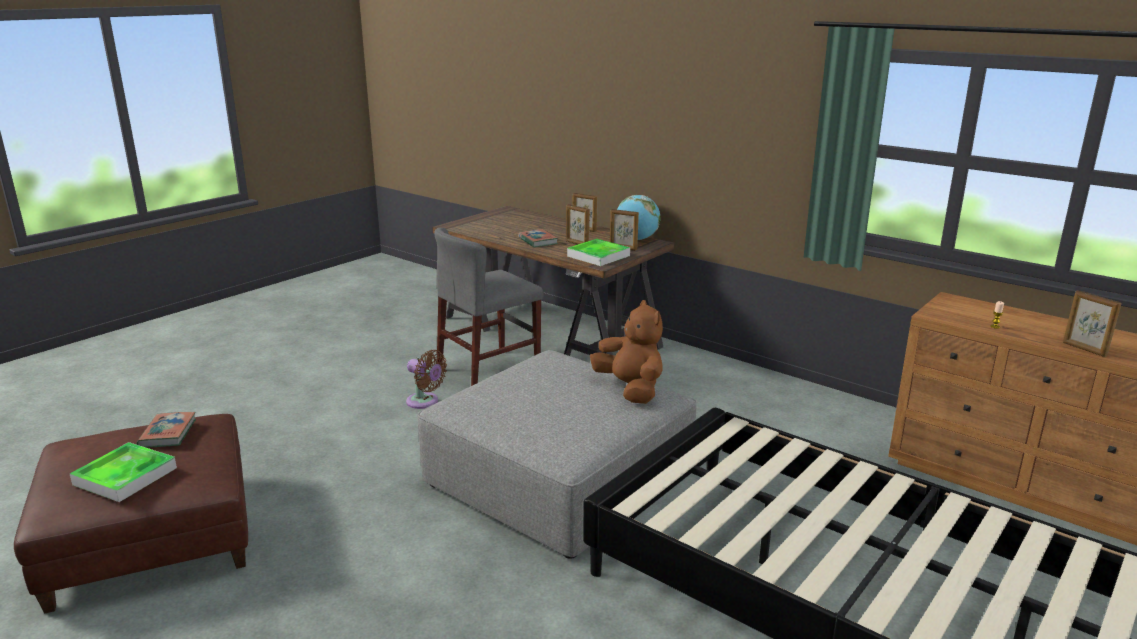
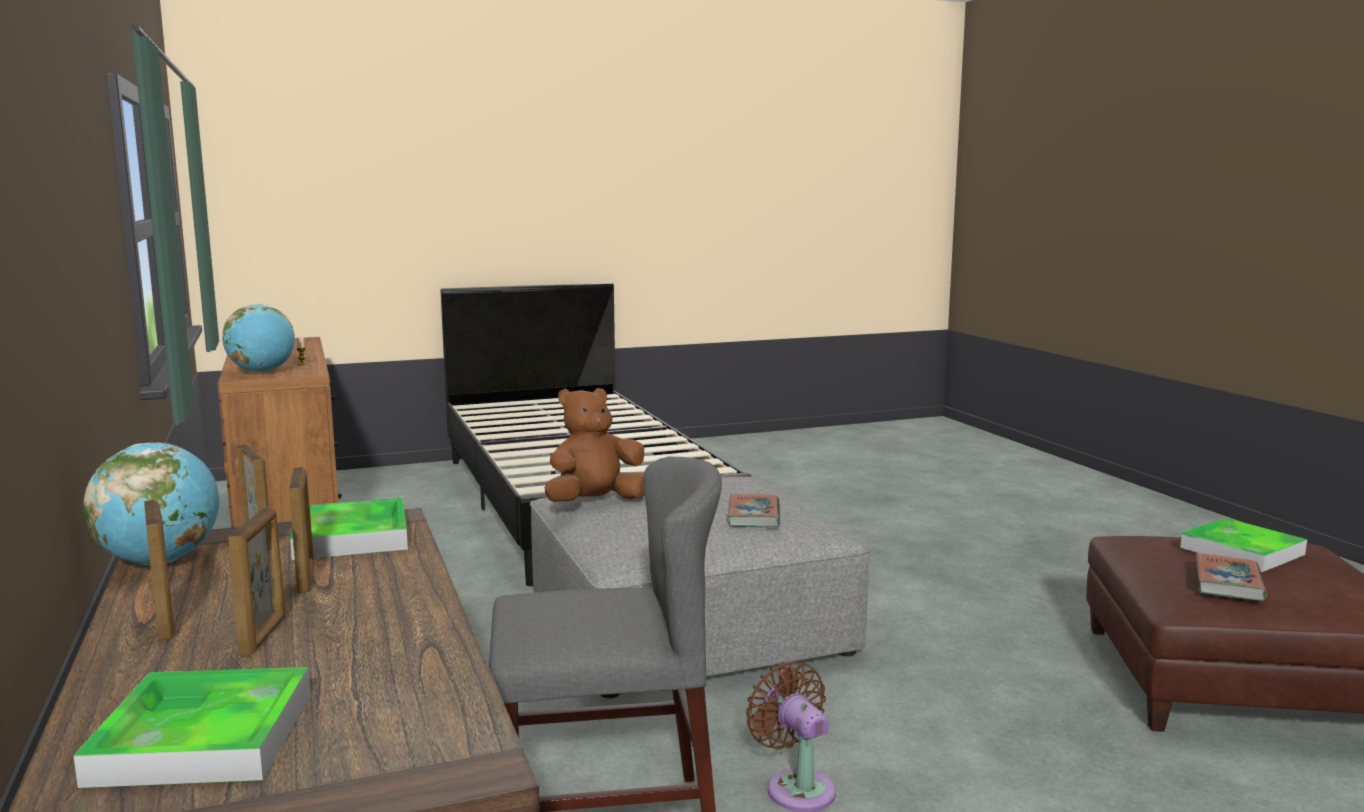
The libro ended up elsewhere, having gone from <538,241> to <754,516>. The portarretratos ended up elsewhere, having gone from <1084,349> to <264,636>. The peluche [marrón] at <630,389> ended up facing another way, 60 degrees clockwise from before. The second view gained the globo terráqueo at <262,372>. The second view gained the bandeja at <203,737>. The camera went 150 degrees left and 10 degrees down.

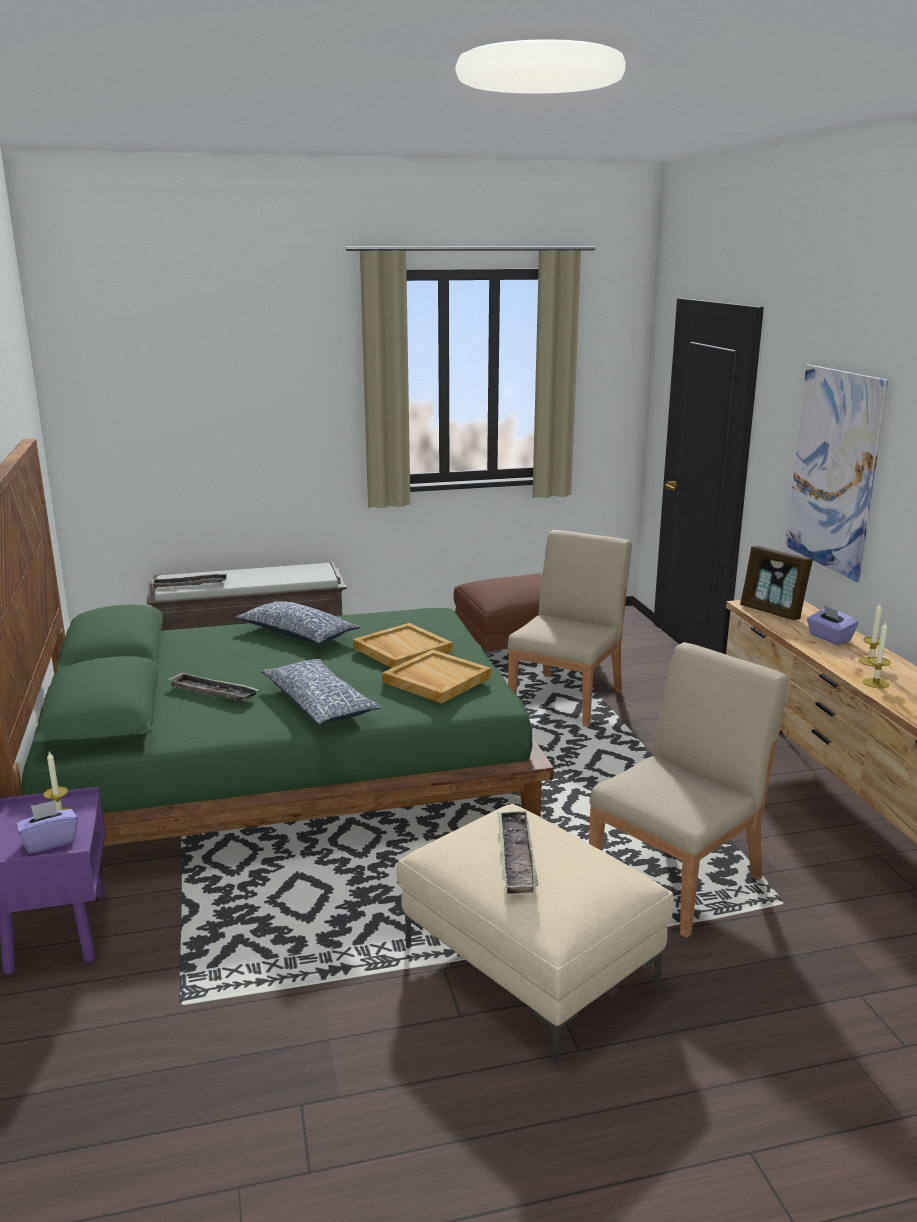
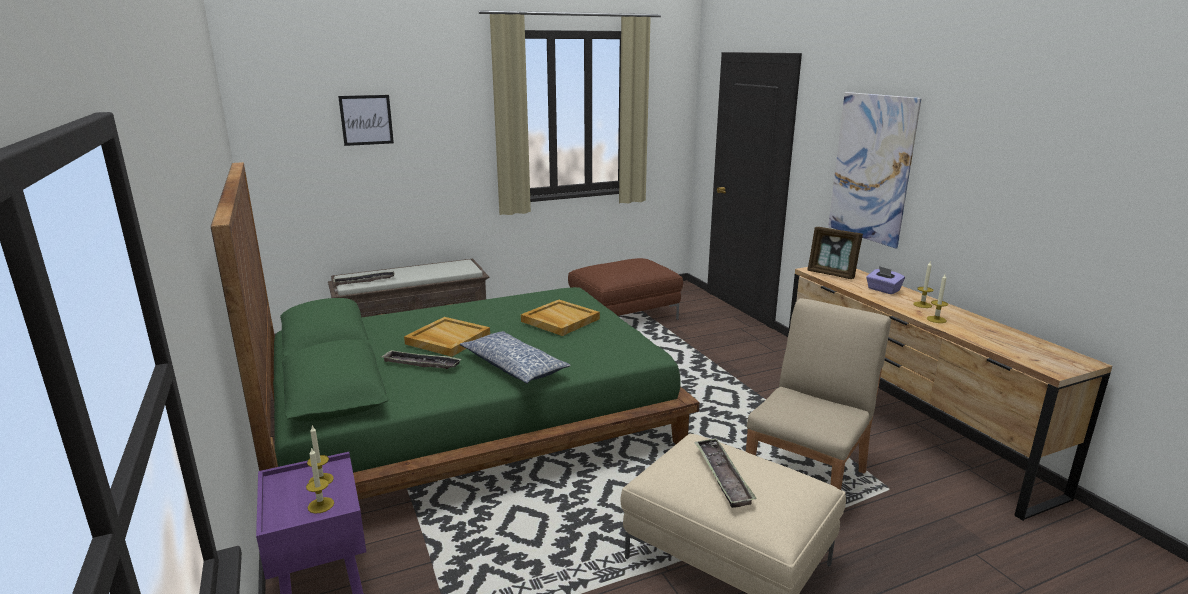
The second view lost the silla [beis] at <567,699>. The second view lost the cojín at <297,634>. The bandeja [beis] ended up elsewhere, having gone from <435,680> to <447,339>. Where the caja de pañuelos [morado] stood at <49,842>, the vela came to stand at <321,505>. The second view gained the cuadro at <366,120>. The camera went 10 degrees left and 0 degrees up.

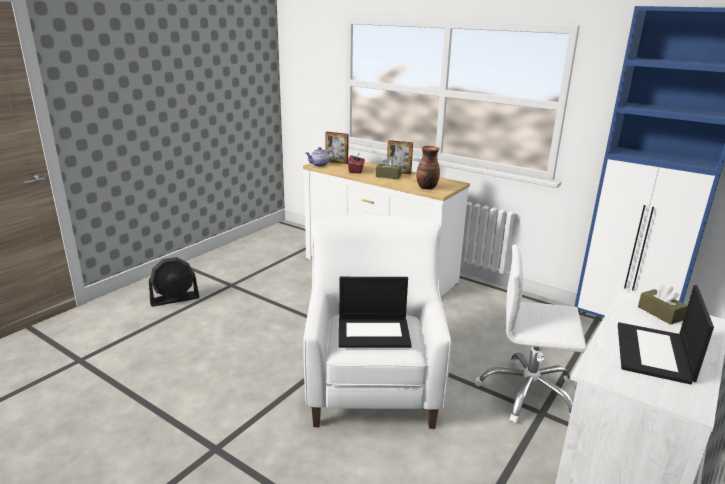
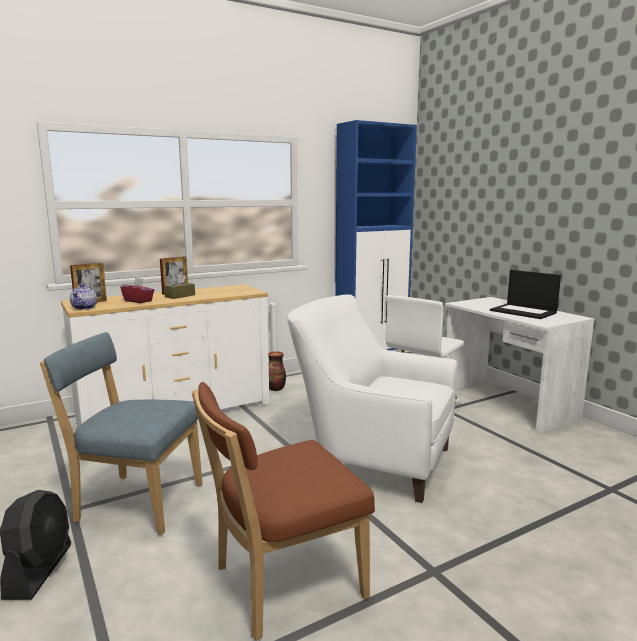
The florero ended up elsewhere, having gone from <426,187> to <275,389>. The second view lost the portátil at <374,332>. The second view lost the caja de pañuelos [marrón] at <660,313>. The second view gained the silla [azul] at <135,502>. The second view gained the silla [marrón] at <282,584>. The camera went 65 degrees left and 10 degrees down.

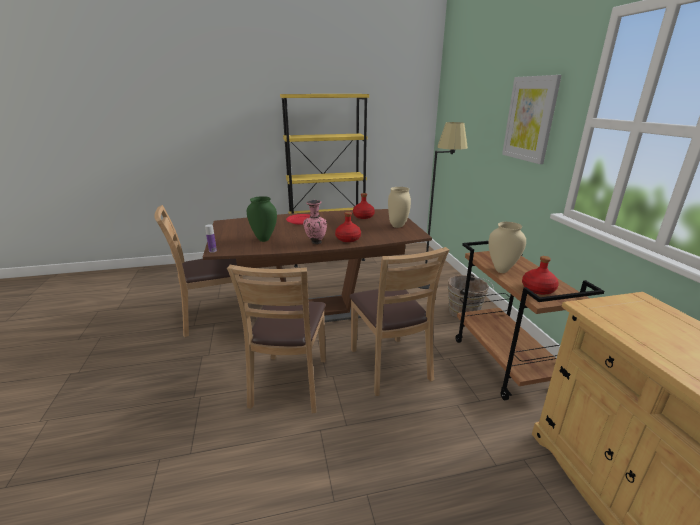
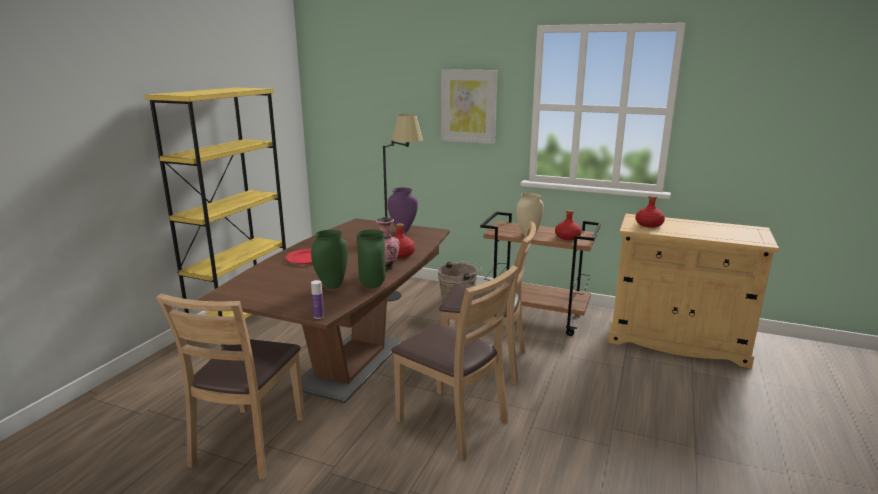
What was the florero [beis] at <398,226> turned into the florero [morado] at <403,230>. The botella [rojo] ended up elsewhere, having gone from <363,216> to <649,224>. The second view gained the florero [verde] at <373,285>. The camera went 55 degrees left and 5 degrees down.

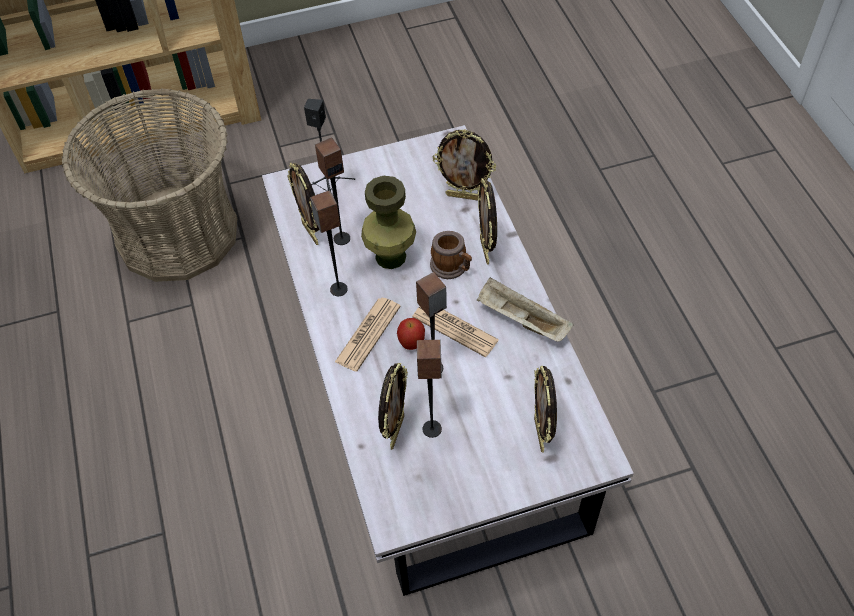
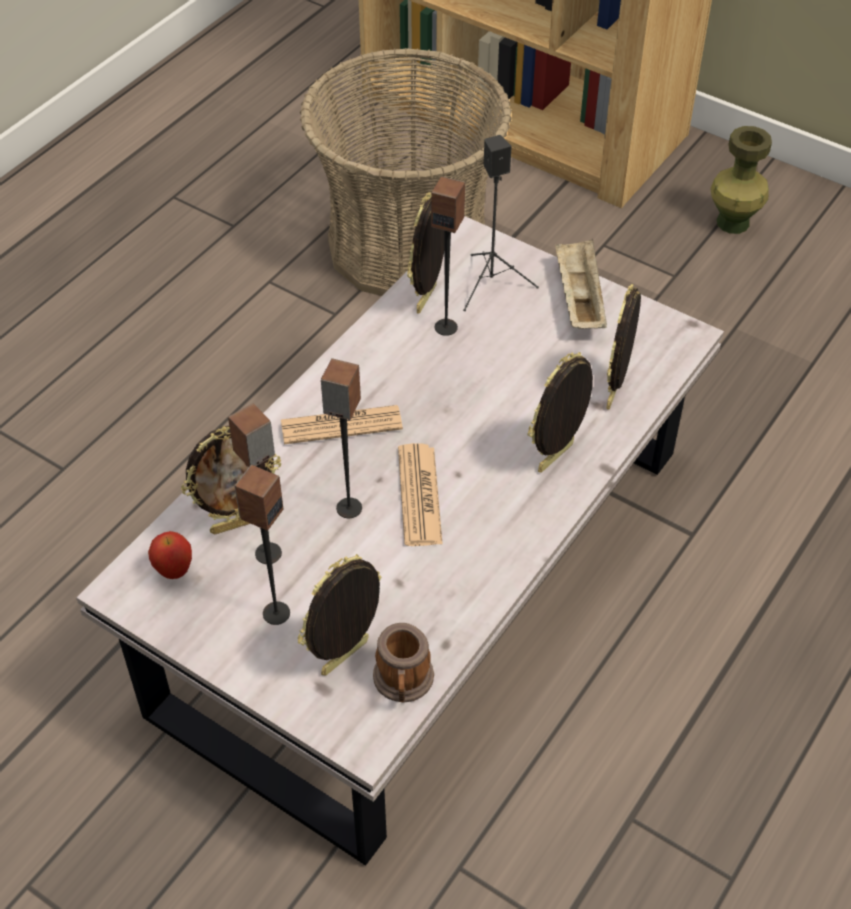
The portarretratos at <464,196> ended up facing another way, 45 degrees clockwise from before. The florero [verde] ended up elsewhere, having gone from <390,257> to <732,223>. The altavoz ended up elsewhere, having gone from <338,289> to <276,613>. The taza grande ended up elsewhere, having gone from <452,267> to <403,683>. The bandeja [beis] ended up elsewhere, having gone from <521,320> to <578,299>. The manzana ended up elsewhere, having gone from <411,344> to <174,571>. The camera went 50 degrees right and 5 degrees down.

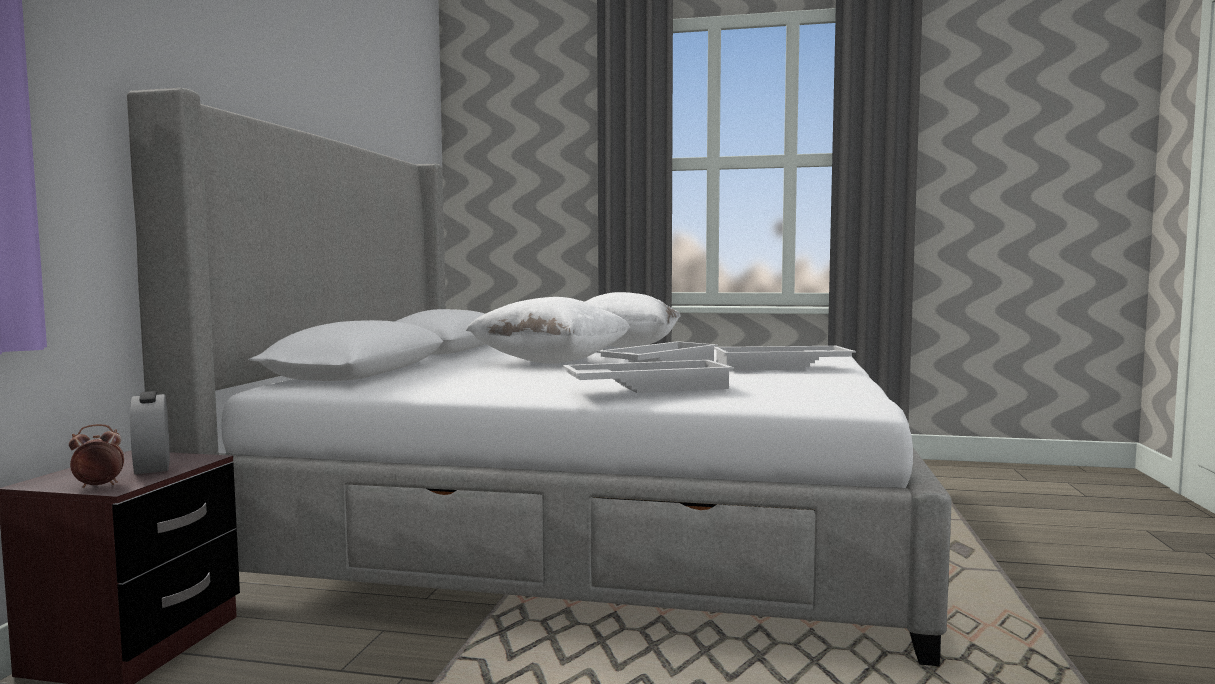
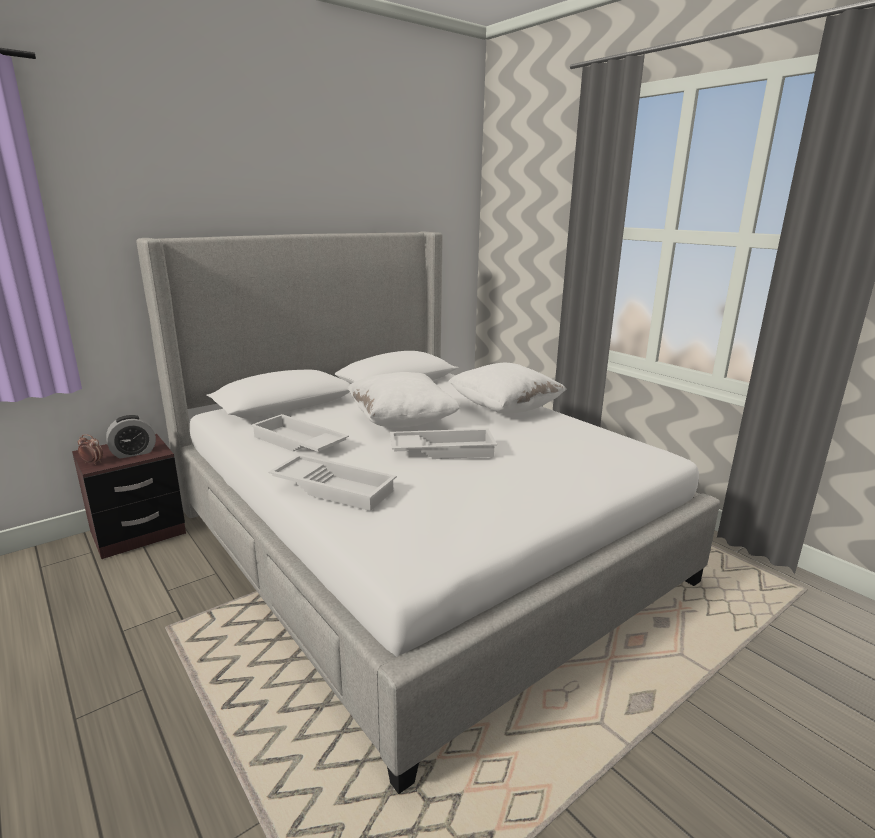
The bandeja [blanco] ended up elsewhere, having gone from <781,367> to <297,443>. The despertador at <152,466> ended up facing another way, 135 degrees counterclockwise from before. The camera went 40 degrees right and 15 degrees up.

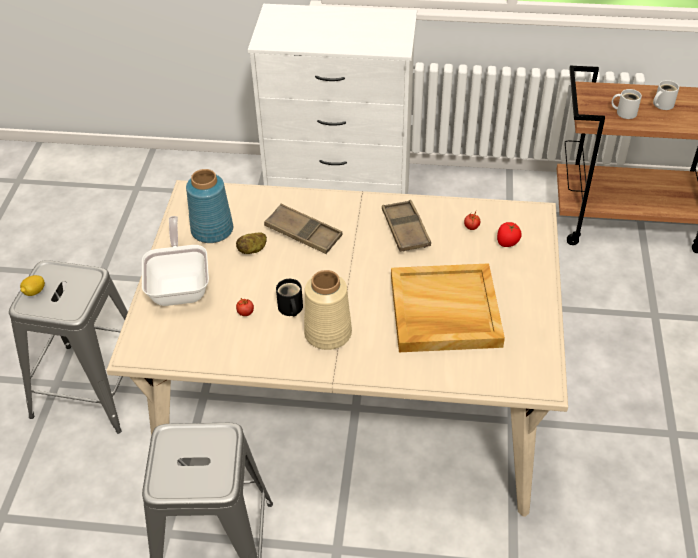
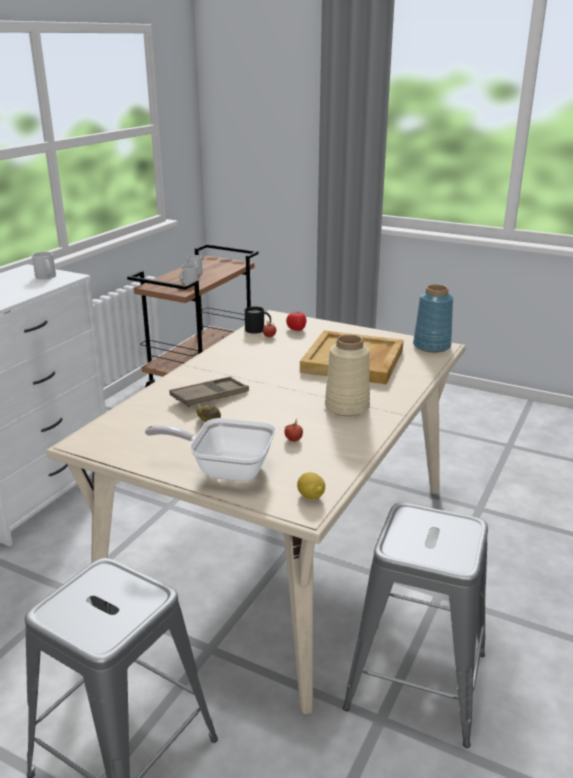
The florero [azul] ended up elsewhere, having gone from <211,230> to <431,346>. The second view lost the bandeja [marrón] at <405,230>. The limón ended up elsewhere, having gone from <34,292> to <311,496>. The taza grande [negro] ended up elsewhere, having gone from <290,309> to <256,330>. The second view gained the taza grande [blanco] at <45,277>. The camera went 70 degrees left and 20 degrees down.

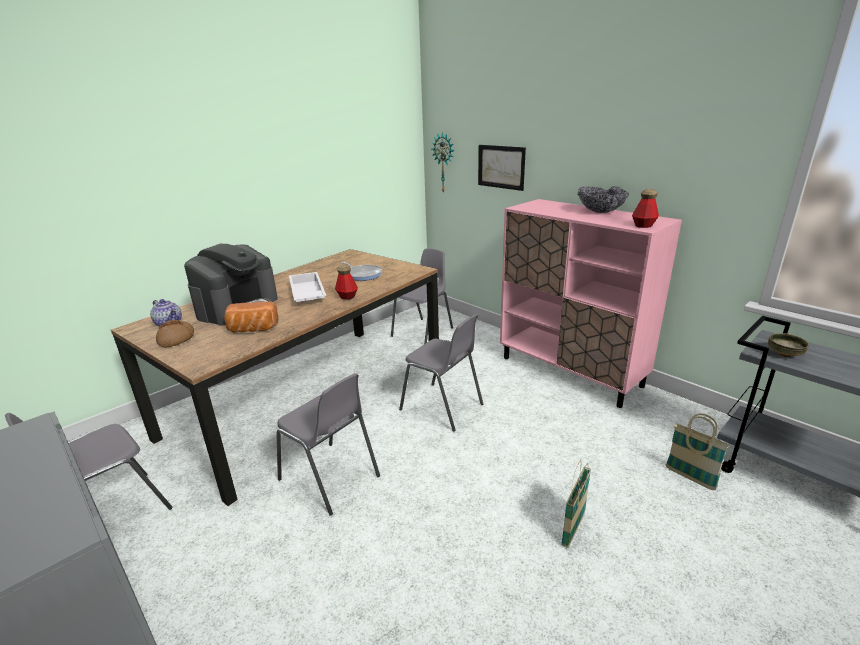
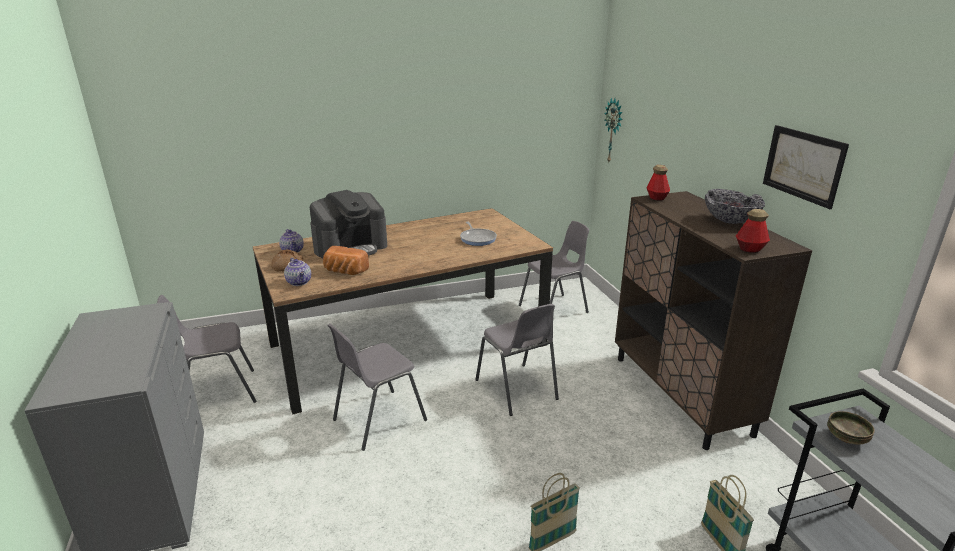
The cuadro ended up elsewhere, having gone from <501,167> to <803,165>. What was the armario [rosa] at <570,371> turned into the armario [marrón] at <681,395>. The botella ended up elsewhere, having gone from <347,296> to <657,198>. The second view lost the bandeja [blanco] at <306,293>. The silla [gris] at <330,478> ended up facing another way, 75 degrees clockwise from before. The second view gained the tetera at <299,282>. The camera went 25 degrees right and 0 degrees up.

